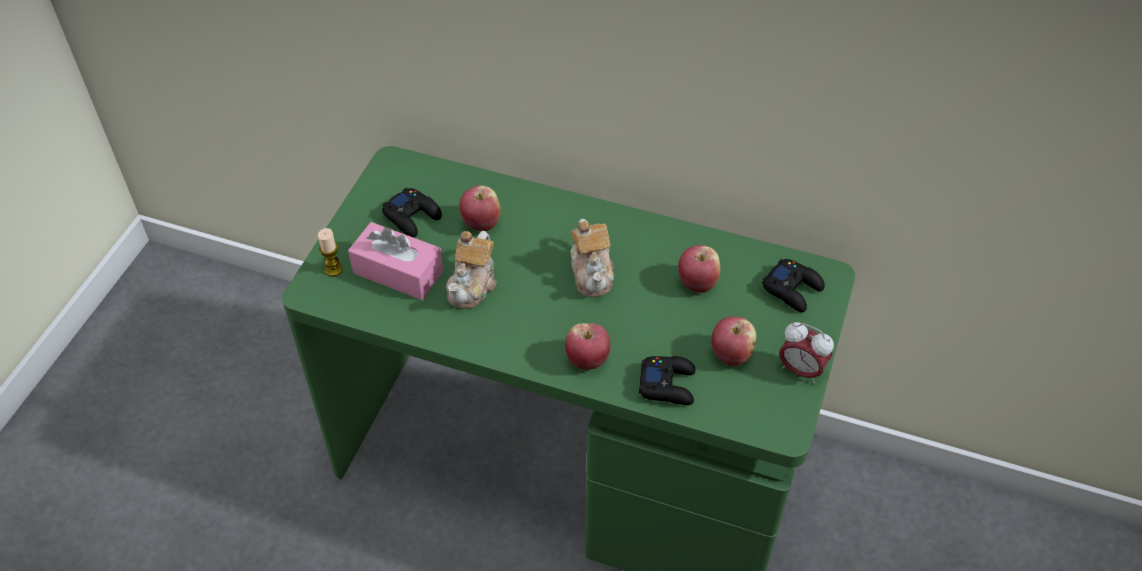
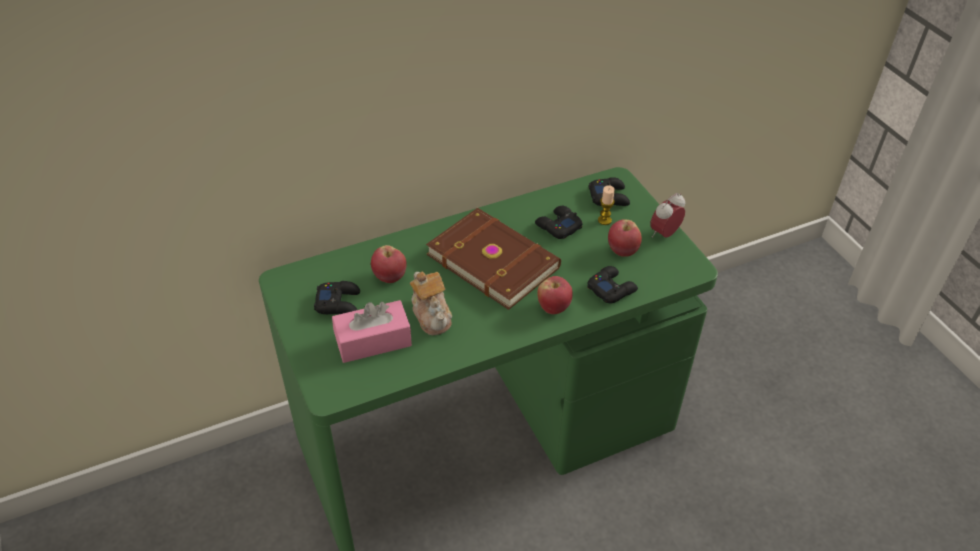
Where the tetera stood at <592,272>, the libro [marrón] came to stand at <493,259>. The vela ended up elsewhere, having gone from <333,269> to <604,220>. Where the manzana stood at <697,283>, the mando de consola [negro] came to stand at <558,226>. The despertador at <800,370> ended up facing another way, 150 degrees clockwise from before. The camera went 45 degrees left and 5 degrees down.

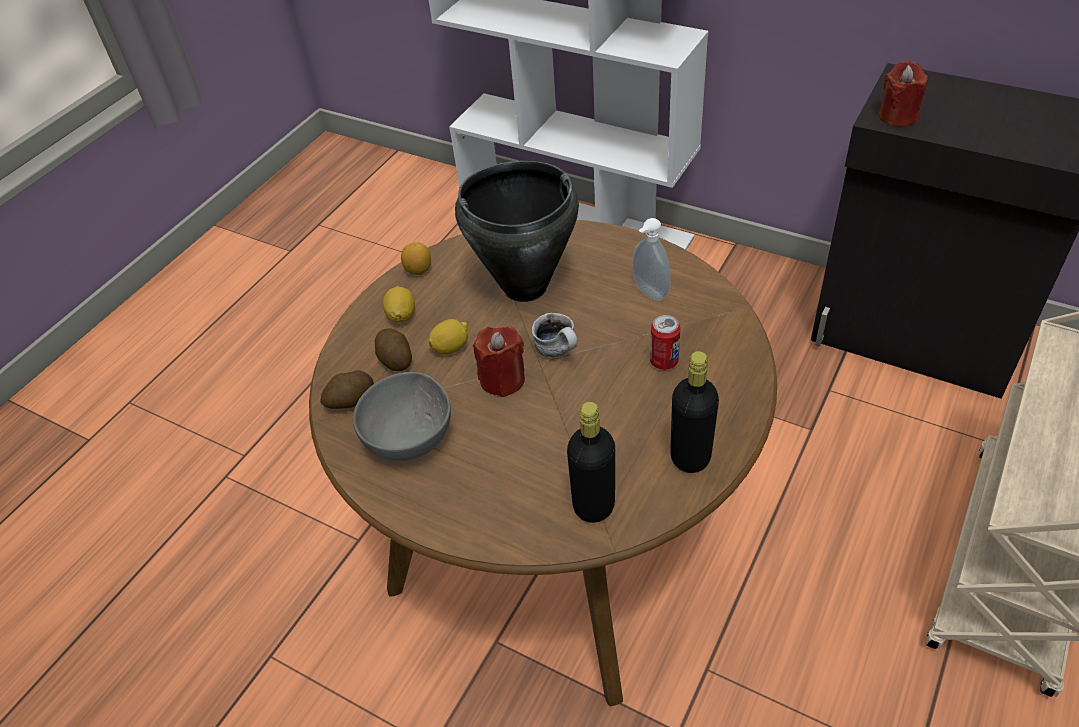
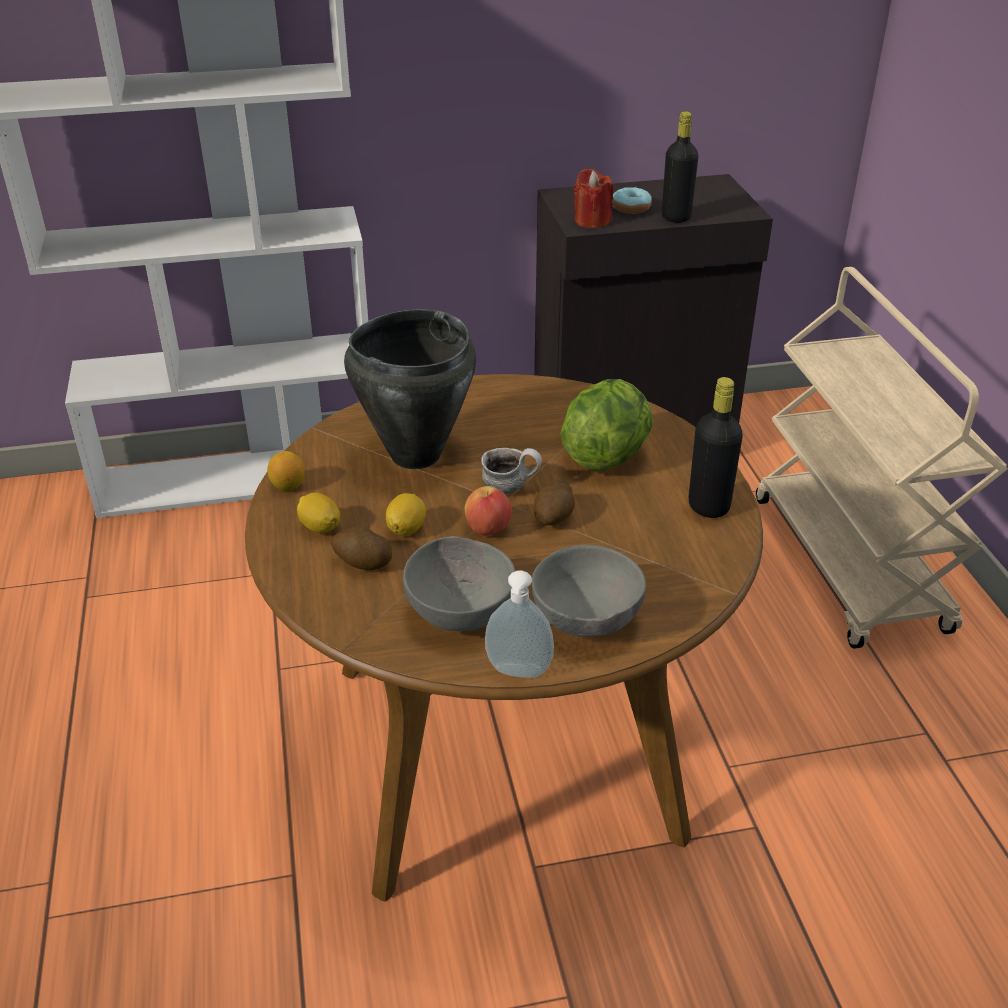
The dispensador de jabón ended up elsewhere, having gone from <648,293> to <518,673>. Where the lata stood at <664,361>, the lechuga came to stand at <606,455>. Where the vela [rojo] stood at <502,379>, the manzana came to stand at <488,529>. The patata ended up elsewhere, having gone from <350,401> to <554,517>. The botella [negro] ended up elsewhere, having gone from <593,505> to <676,217>. The second view gained the rosquilla at <631,208>. The second view gained the cuenco [gris] at <586,621>. The camera went 45 degrees left and 10 degrees down.

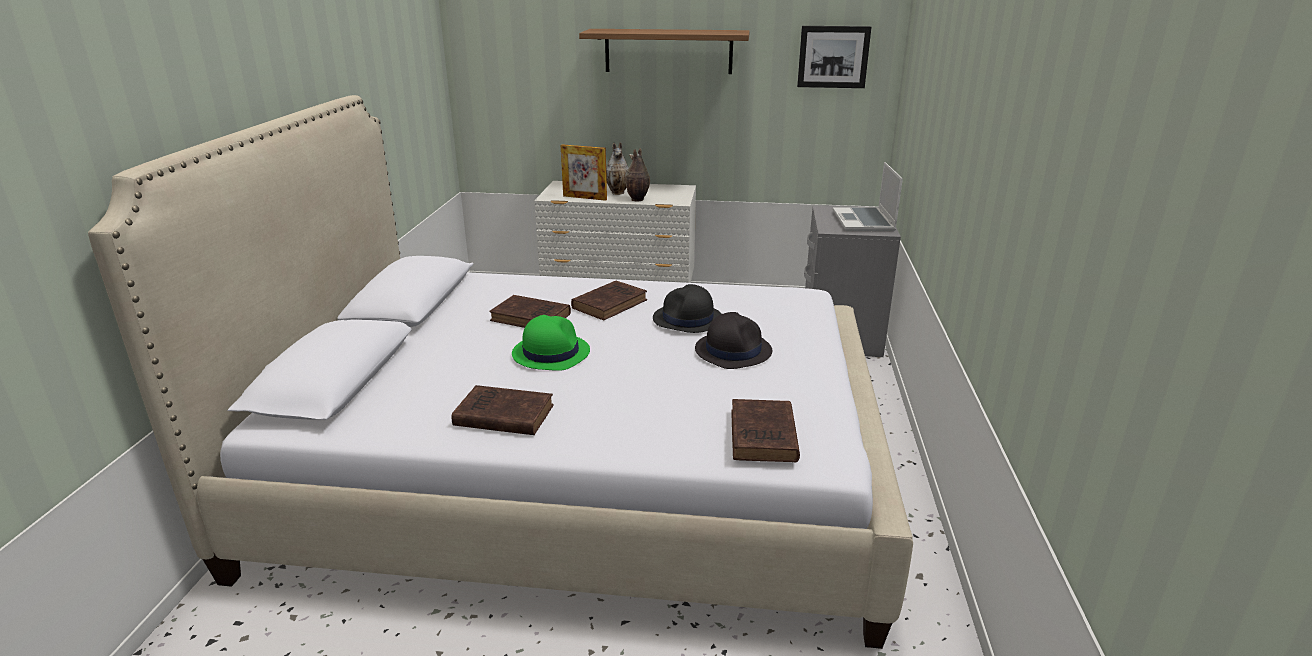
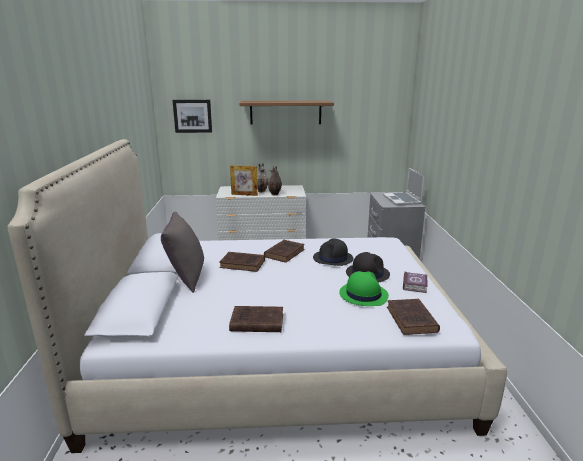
The cuadro ended up elsewhere, having gone from <833,57> to <192,116>. The sombrero [verde] ended up elsewhere, having gone from <550,353> to <363,294>. The second view gained the cojín [gris] at <186,278>. The second view gained the libro at <415,284>. The camera went 10 degrees left and 5 degrees down.

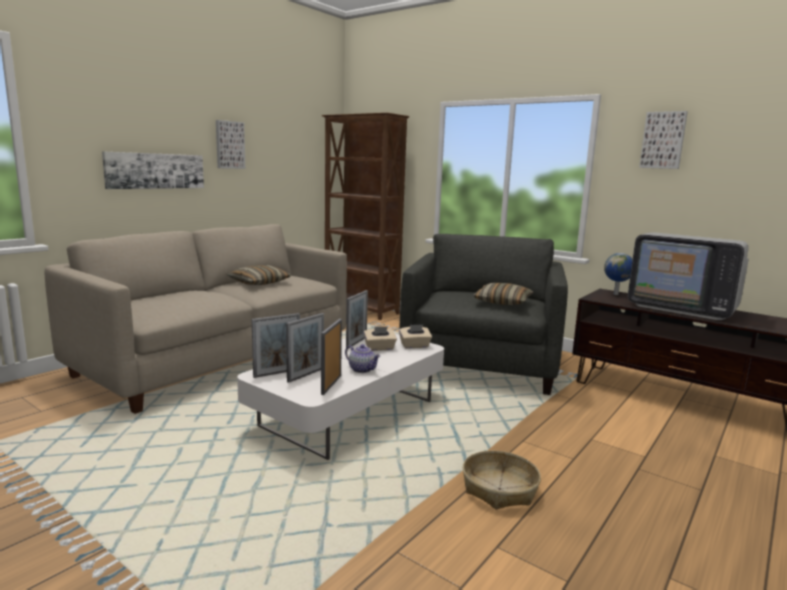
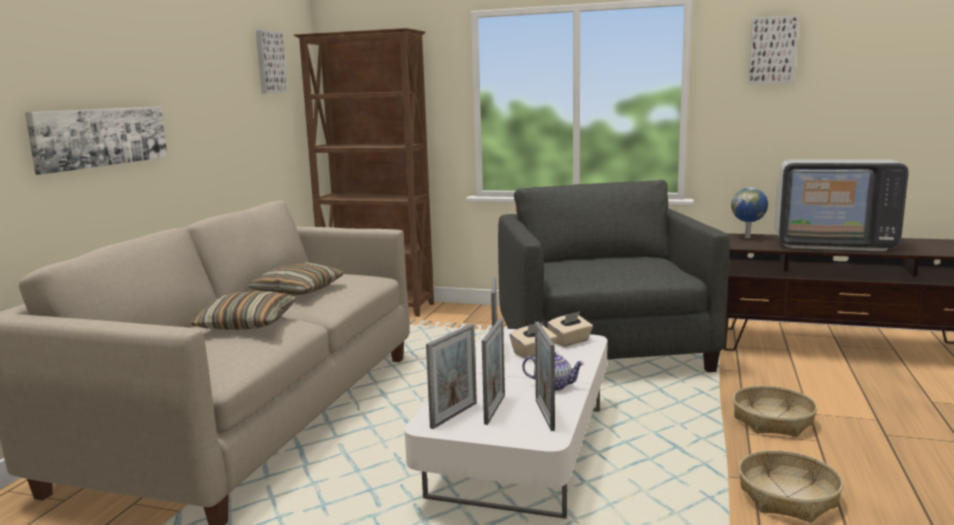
The cuadro ended up elsewhere, having gone from <229,145> to <269,62>. The cojín ended up elsewhere, having gone from <503,302> to <247,324>. The second view gained the cesta at <773,421>. The camera went 20 degrees left and 0 degrees up.

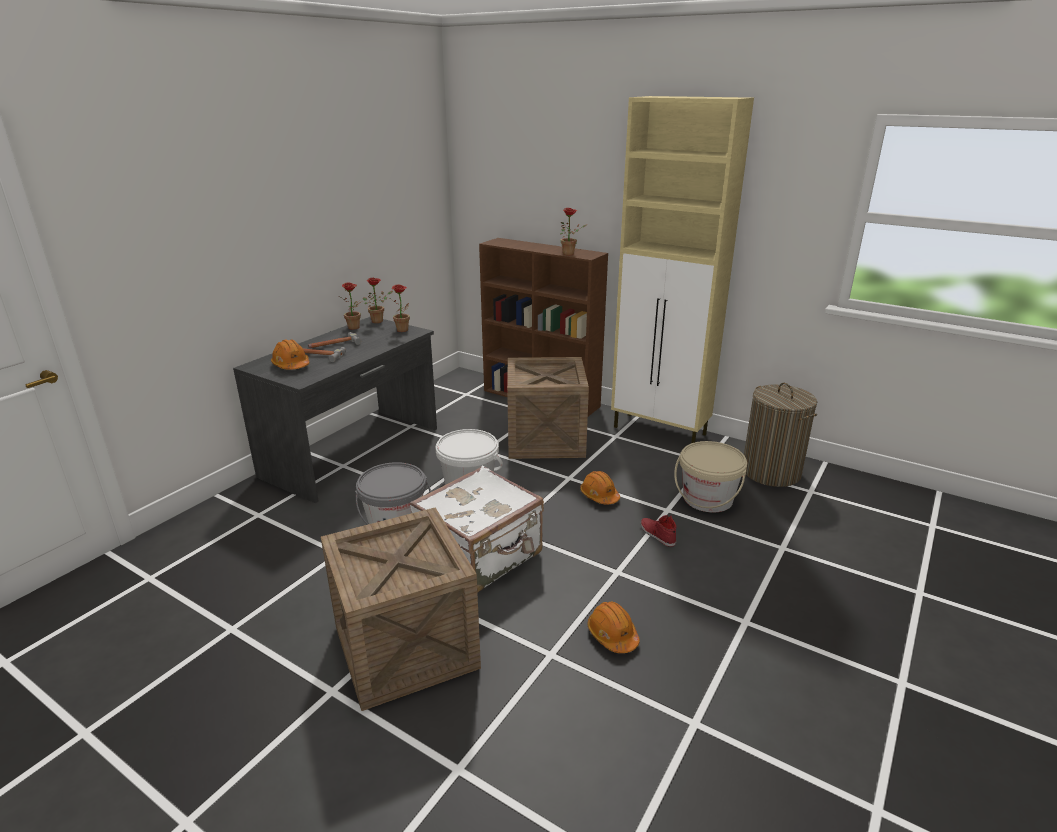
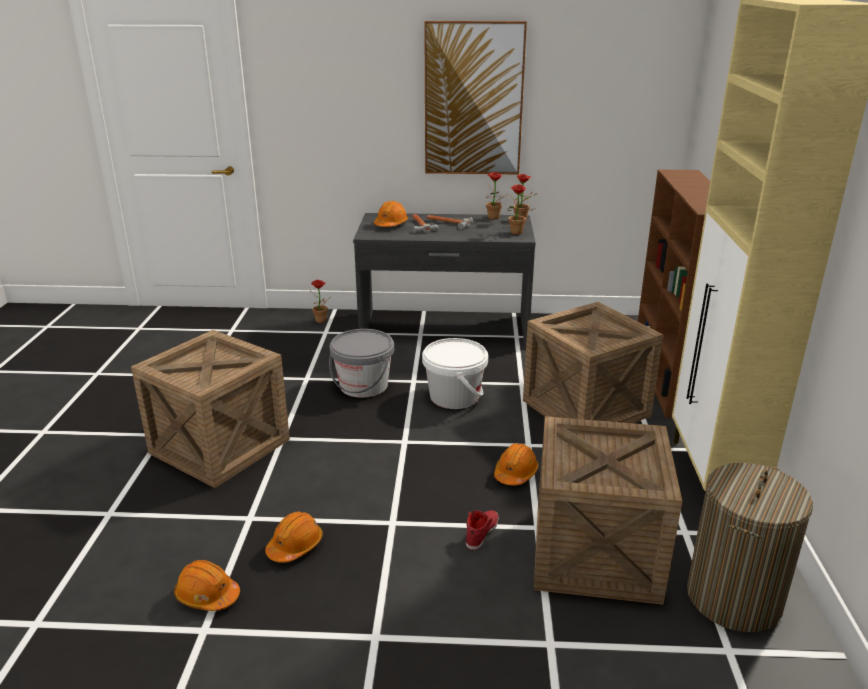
The planta en maceta ended up elsewhere, having gone from <570,254> to <321,321>. Where the cubo [beis] stood at <707,499>, the caja de embalaje came to stand at <595,553>. The second view lost the maleta [blanco] at <481,557>. The second view gained the cuadro at <473,100>. The second view gained the casco [naranja] at <207,595>. The camera went 60 degrees right and 0 degrees up.

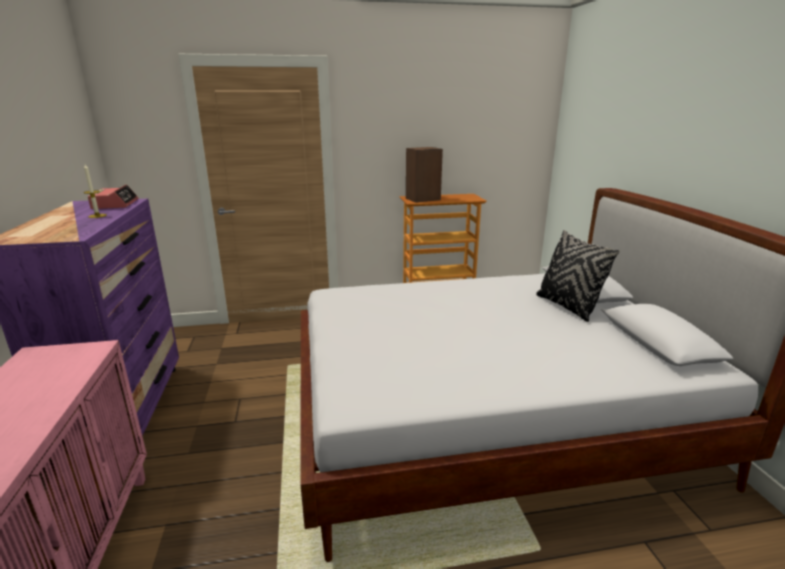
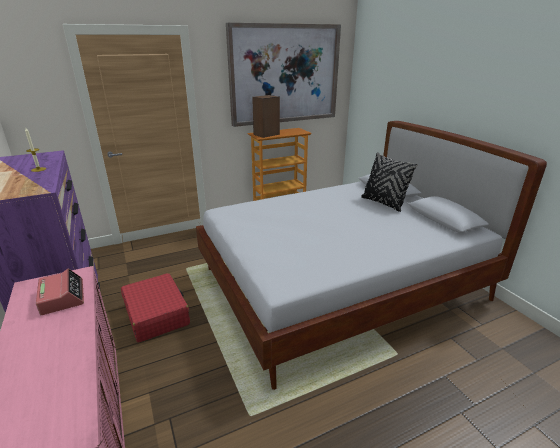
The despertador ended up elsewhere, having gone from <115,204> to <62,297>. The second view gained the cuadro at <284,74>. The second view gained the maleta [rojo] at <156,314>. The camera went 15 degrees left and 5 degrees up.

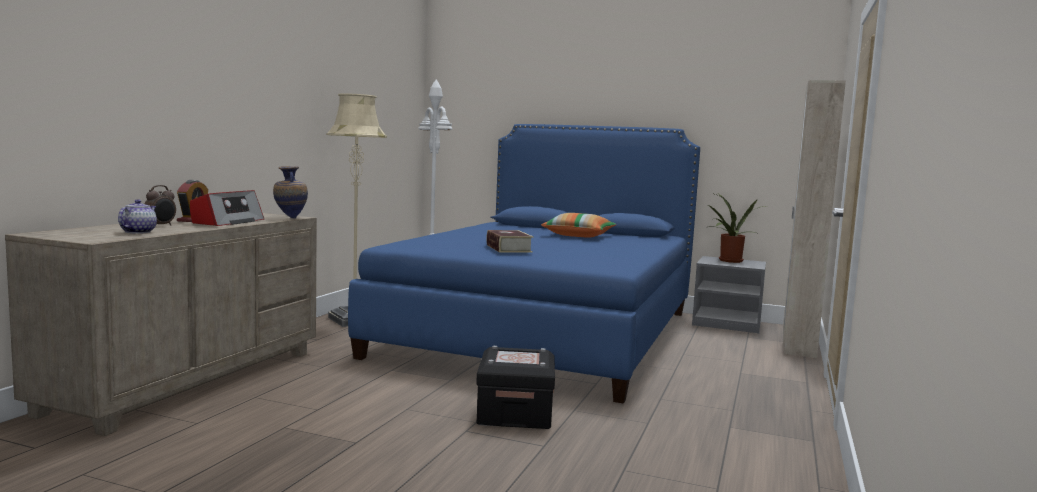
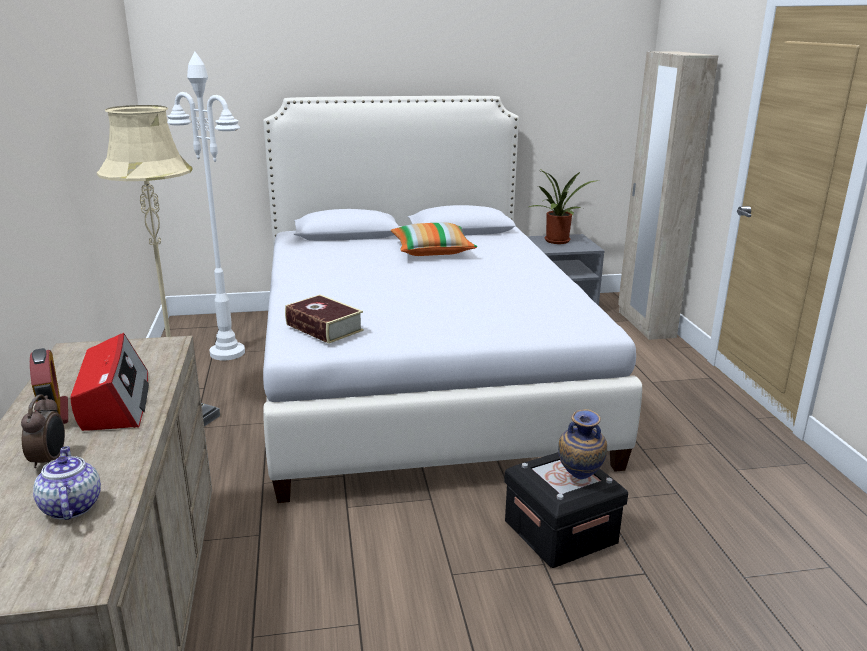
What was the cama [azul] at <543,332> turned into the cama [blanco] at <418,375>. The florero ended up elsewhere, having gone from <290,218> to <578,480>. The libro ended up elsewhere, having gone from <508,248> to <324,327>. The camera went 30 degrees left and 15 degrees up.

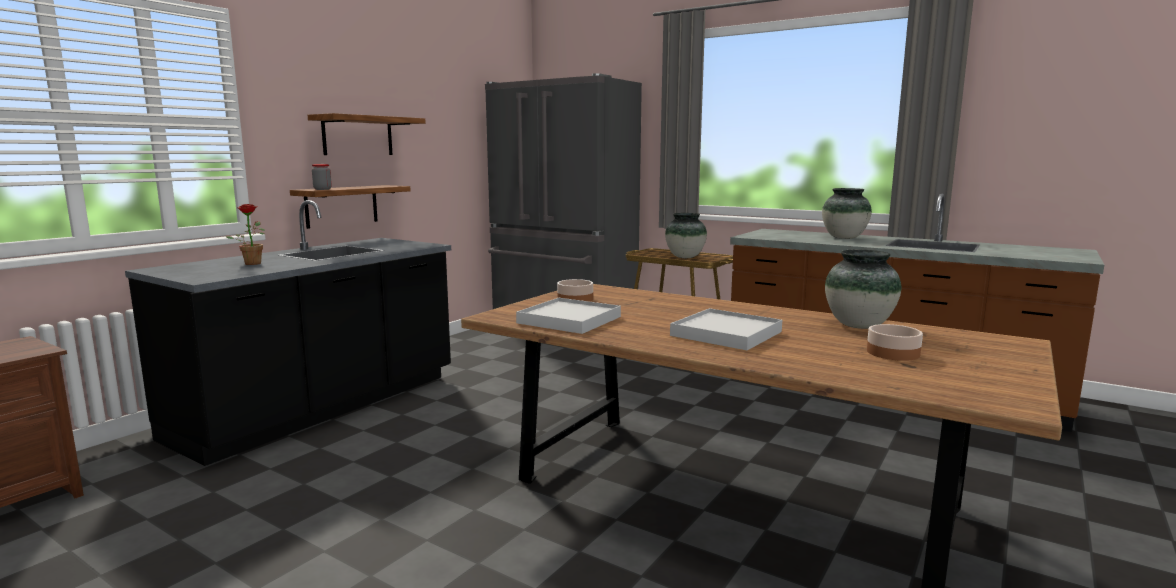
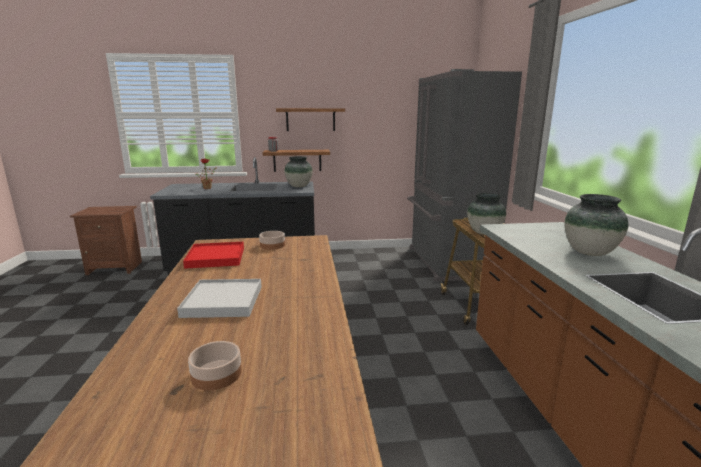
The florero ended up elsewhere, having gone from <858,325> to <299,186>. What was the bandeja [blanco] at <569,320> turned into the bandeja [rojo] at <215,257>. The camera went 50 degrees right and 5 degrees up.

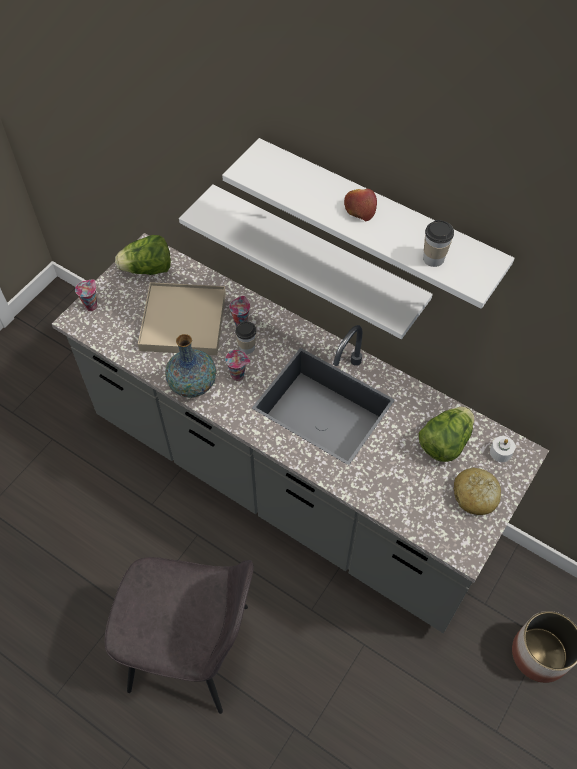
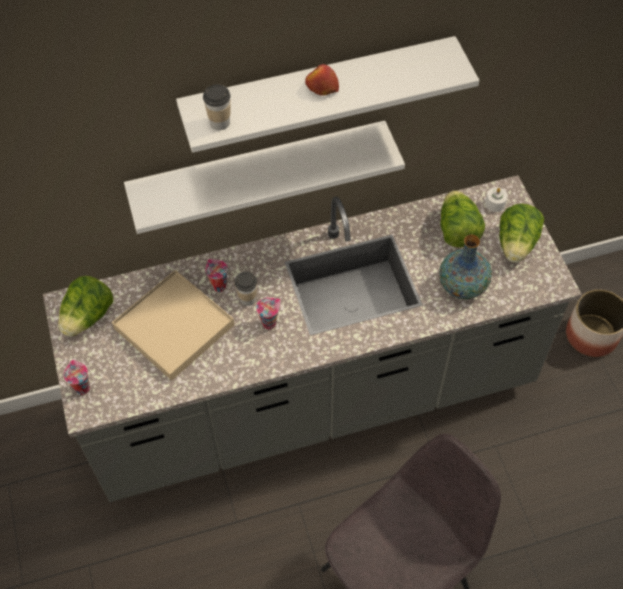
The taza ended up elsewhere, having gone from <433,258> to <220,122>. The florero ended up elsewhere, having gone from <193,384> to <462,285>. Where the pan stood at <475,495>, the lechuga came to stand at <516,244>. The camera went 50 degrees left and 0 degrees up.

